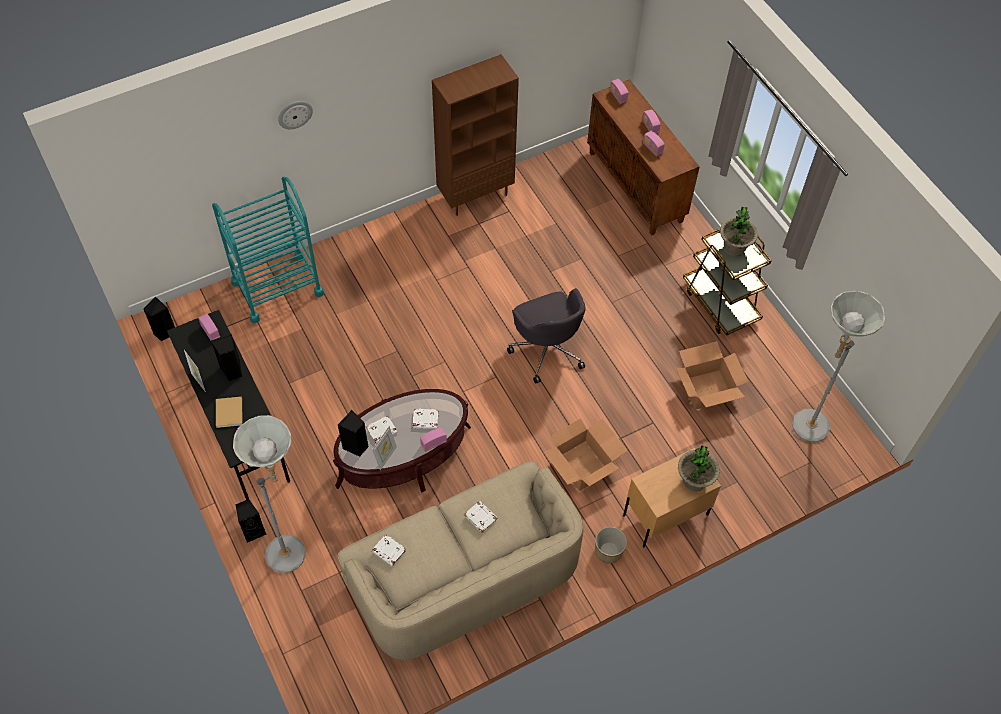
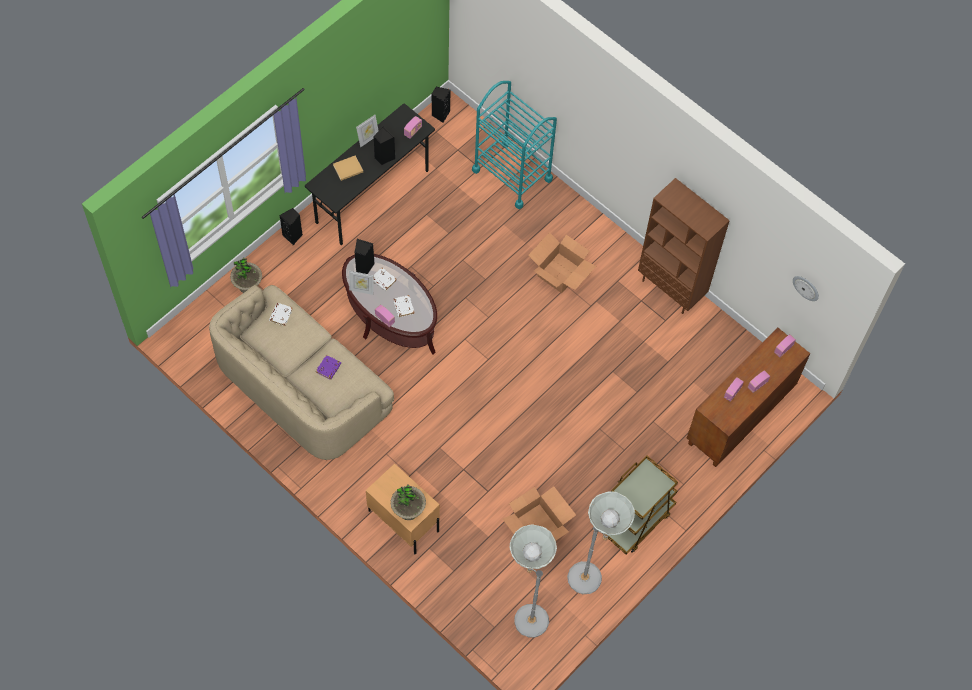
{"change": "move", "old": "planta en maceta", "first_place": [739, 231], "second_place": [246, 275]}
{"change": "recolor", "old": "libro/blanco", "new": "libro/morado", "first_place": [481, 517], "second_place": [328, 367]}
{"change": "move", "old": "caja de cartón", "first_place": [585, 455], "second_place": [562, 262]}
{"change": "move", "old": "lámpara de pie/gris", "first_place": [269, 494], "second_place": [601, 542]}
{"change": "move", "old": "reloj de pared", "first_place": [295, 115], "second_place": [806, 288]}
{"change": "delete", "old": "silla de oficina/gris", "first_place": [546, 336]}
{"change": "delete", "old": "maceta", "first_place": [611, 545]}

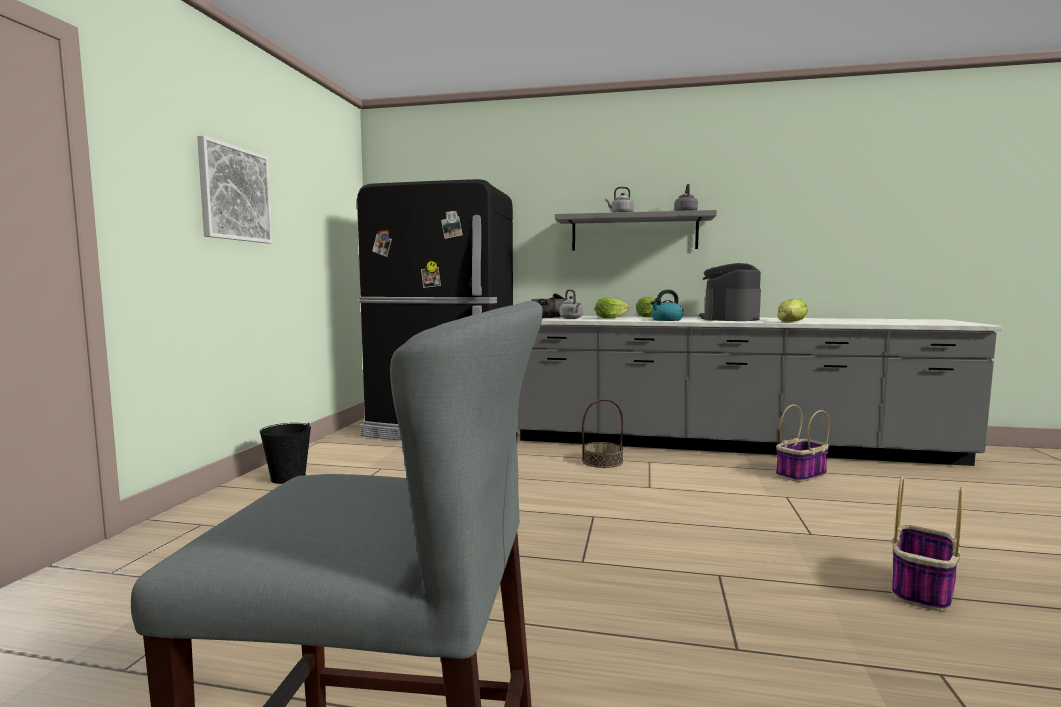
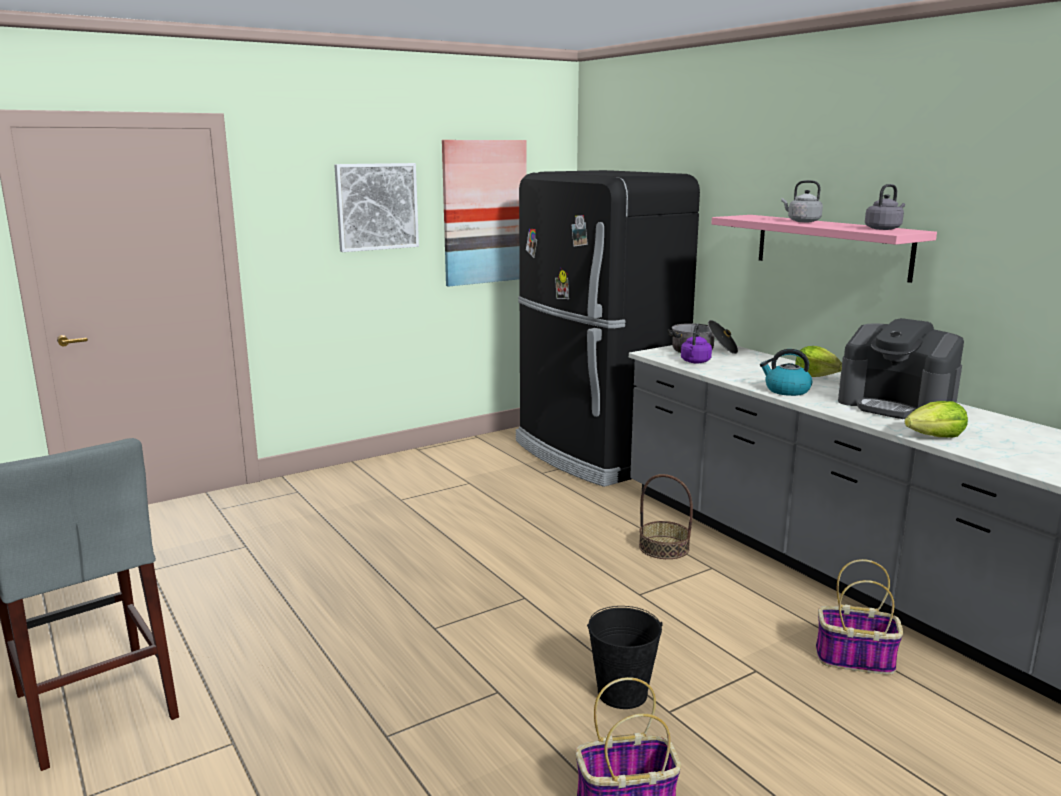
{"change": "insert", "new": "cuadro", "second_place": [484, 213]}
{"change": "move", "old": "cubo/negro", "first_place": [285, 453], "second_place": [625, 657]}
{"change": "recolor", "old": "hervidor/gris", "new": "hervidor/morado", "first_place": [571, 304], "second_place": [696, 343]}
{"change": "recolor", "old": "estante/gris", "new": "estante/rosa", "first_place": [636, 230], "second_place": [824, 249]}
{"change": "rotate", "old": "cafetera", "first_place": [730, 292], "second_place": [901, 368], "degrees": -120}
{"change": "delete", "old": "lechuga", "first_place": [612, 308]}

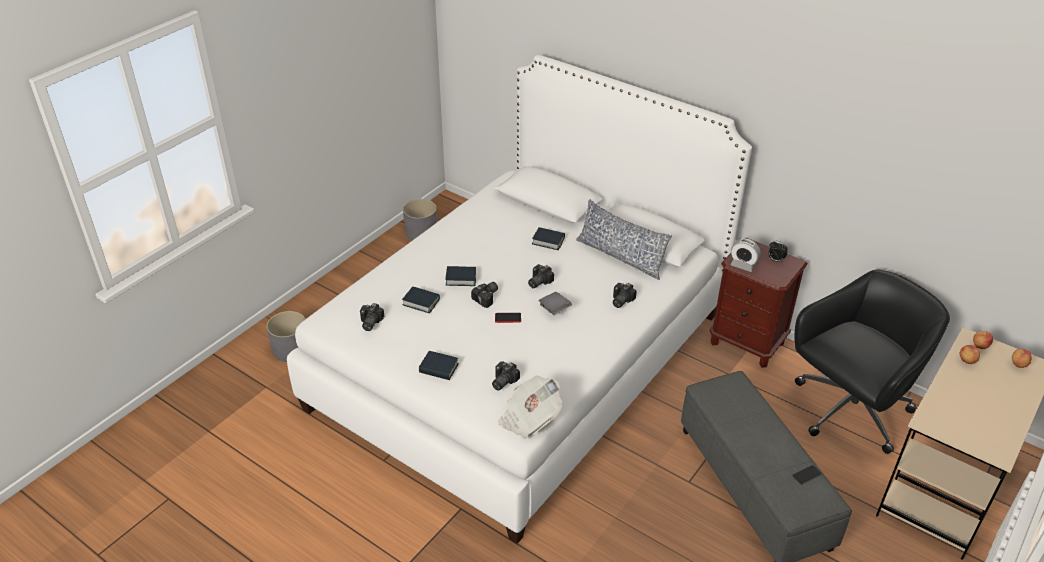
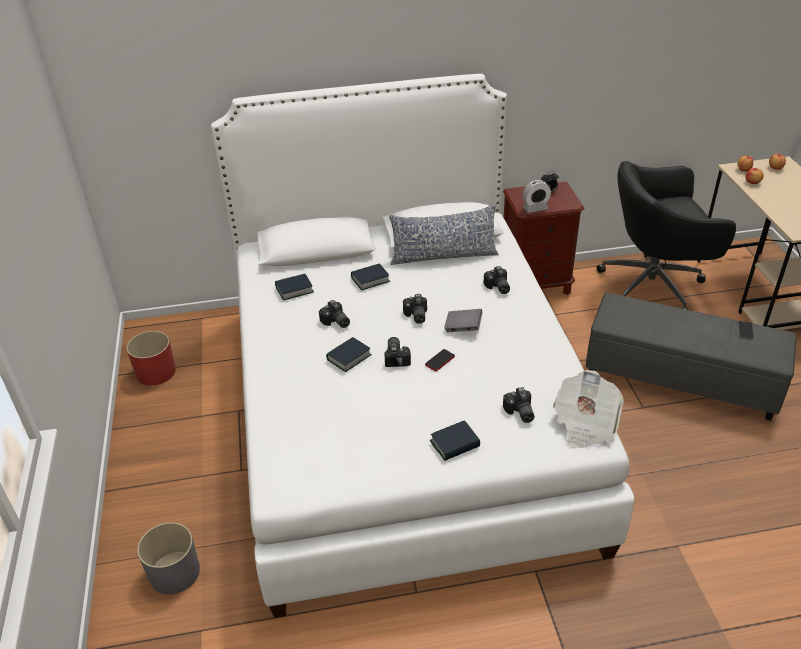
{"change": "recolor", "old": "maceta/gris", "new": "maceta/rojo", "first_place": [420, 219], "second_place": [151, 358]}
{"change": "move", "old": "libro", "first_place": [421, 299], "second_place": [294, 287]}
{"change": "move", "old": "cámara", "first_place": [372, 317], "second_place": [334, 314]}
{"change": "rotate", "old": "silla de oficina/negro", "first_place": [872, 362], "second_place": [666, 235], "degrees": -105}

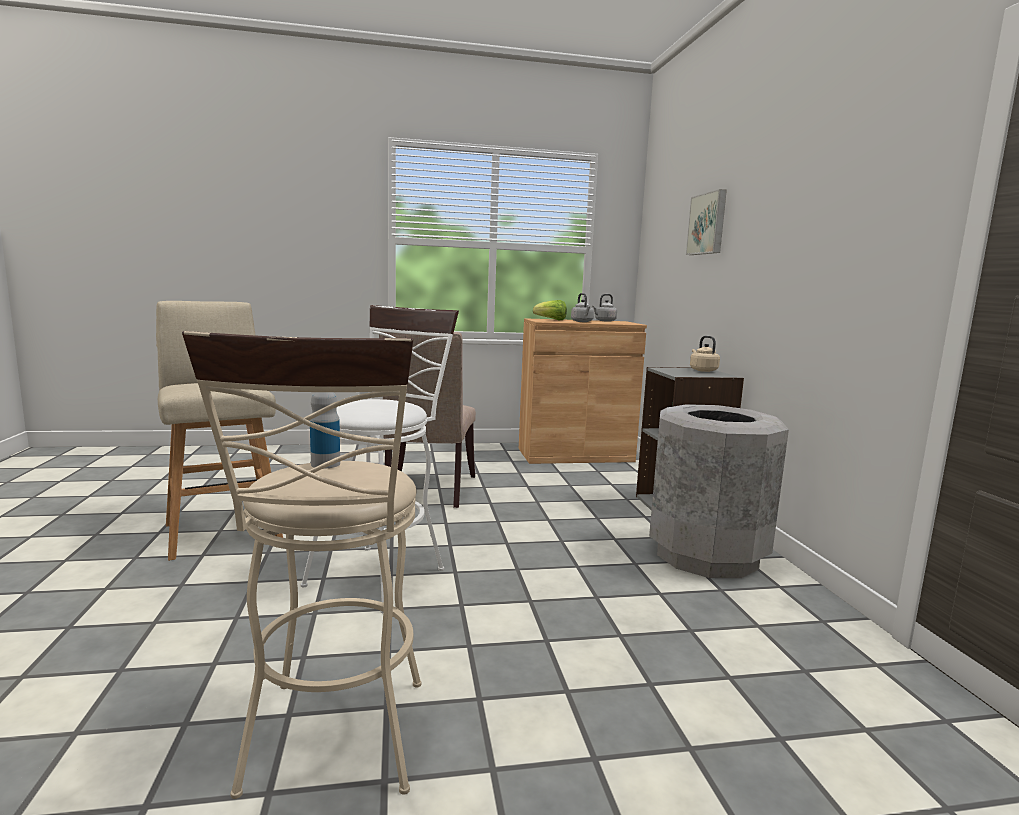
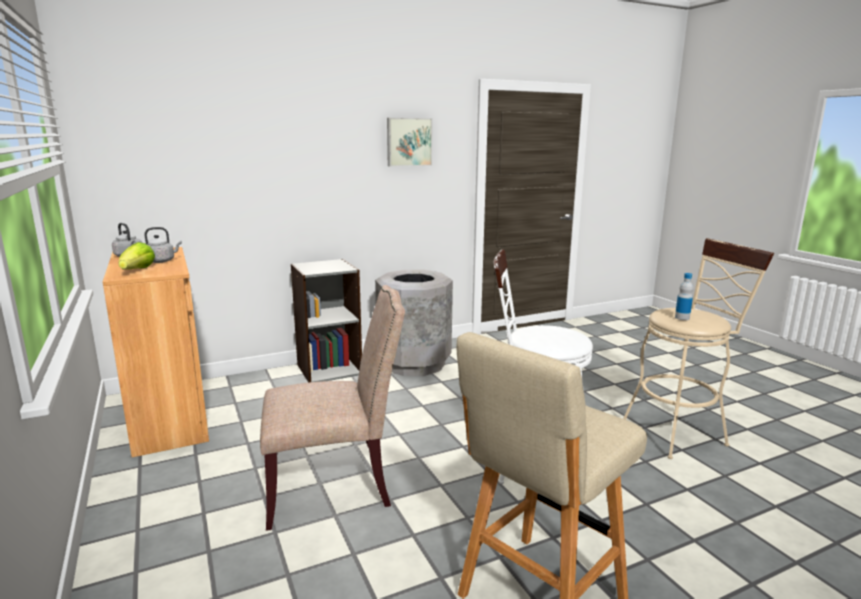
{"change": "move", "old": "cuadro", "first_place": [706, 222], "second_place": [409, 142]}
{"change": "delete", "old": "hervidor/beis", "first_place": [705, 354]}

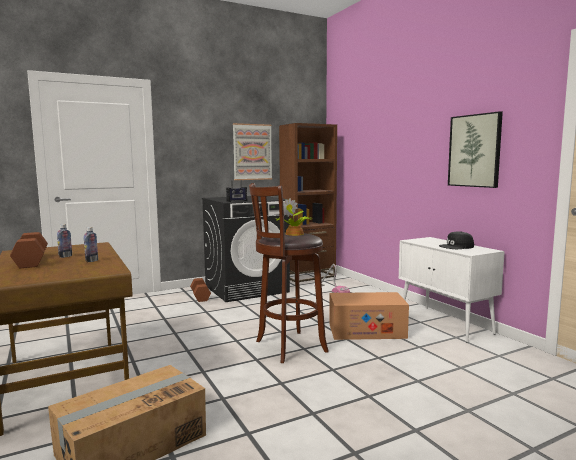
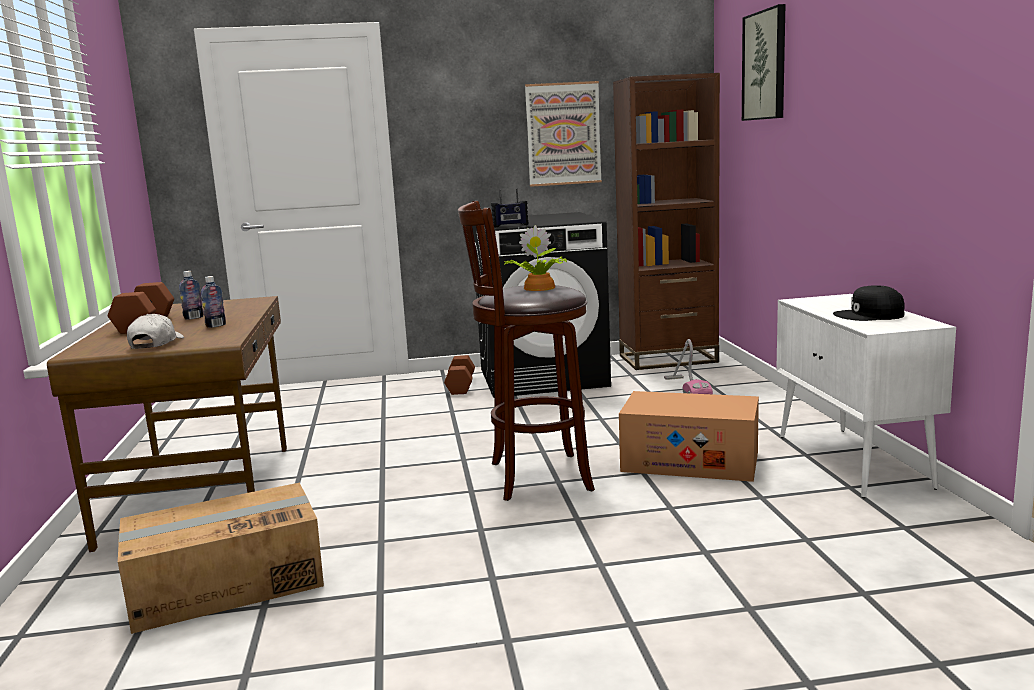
{"change": "insert", "new": "gorra/blanco", "second_place": [155, 331]}
{"change": "move", "old": "cuadro", "first_place": [475, 149], "second_place": [763, 62]}

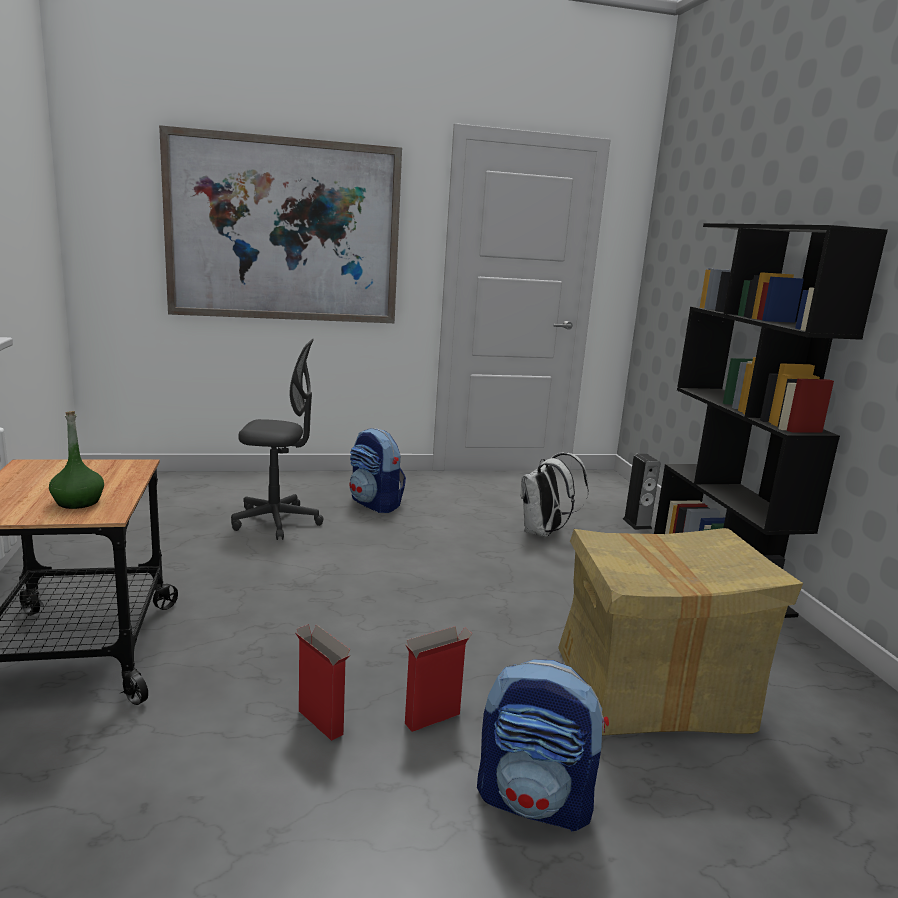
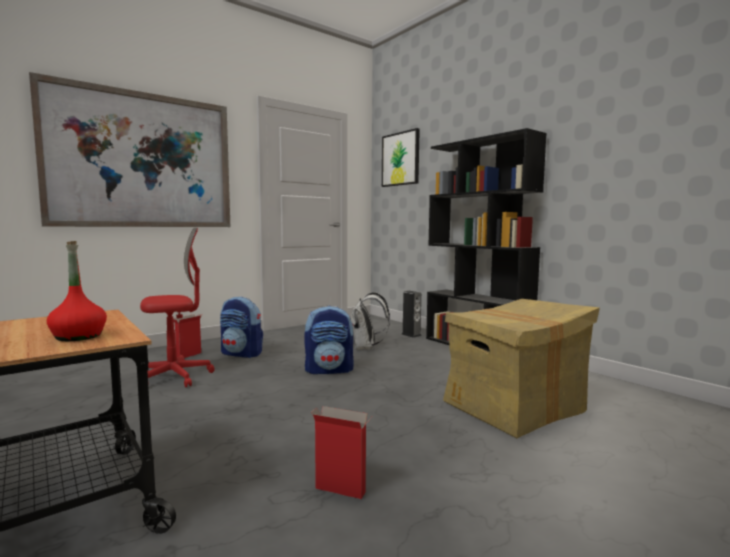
{"change": "recolor", "old": "botella/verde", "new": "botella/rojo", "first_place": [76, 460], "second_place": [77, 291]}
{"change": "recolor", "old": "silla de oficina/gris", "new": "silla de oficina/rojo", "first_place": [277, 439], "second_place": [177, 307]}
{"change": "move", "old": "caja de cartón", "first_place": [438, 679], "second_place": [187, 336]}
{"change": "move", "old": "mochila", "first_place": [543, 746], "second_place": [329, 340]}
{"change": "insert", "new": "cuadro", "second_place": [401, 157]}

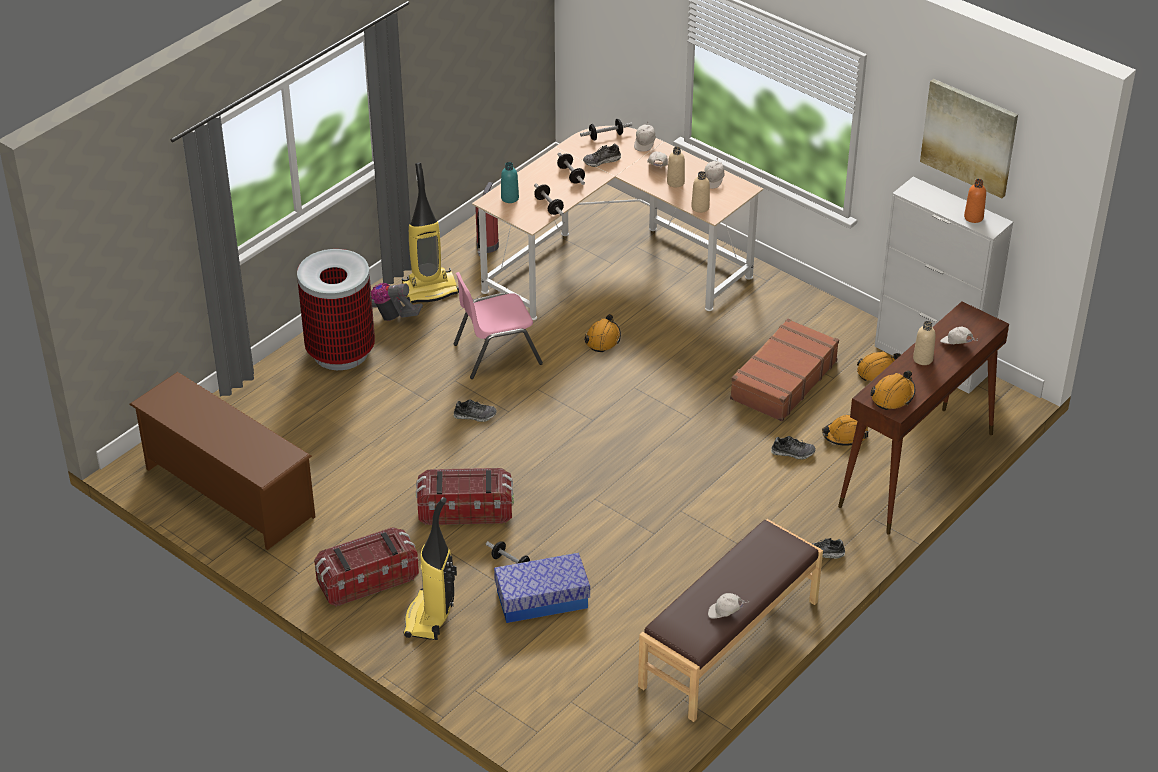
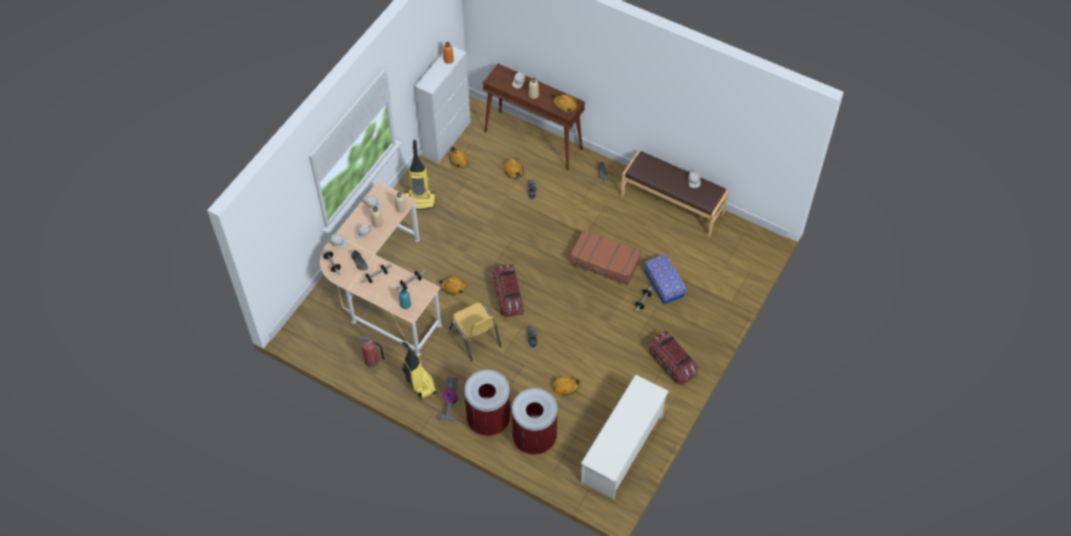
{"change": "move", "old": "aspiradora", "first_place": [430, 568], "second_place": [420, 175]}
{"change": "recolor", "old": "silla/rosa", "new": "silla/amarillo", "first_place": [498, 325], "second_place": [475, 332]}
{"change": "move", "old": "caja de almacenaje", "first_place": [465, 496], "second_place": [508, 290]}
{"change": "insert", "new": "papelera", "second_place": [534, 421]}
{"change": "insert", "new": "casco/naranja", "second_place": [566, 386]}
{"change": "move", "old": "maleta/marrón", "first_place": [784, 370], "second_place": [605, 257]}
{"change": "recolor", "old": "zapatero/marrón", "new": "zapatero/blanco", "first_place": [222, 461], "second_place": [625, 436]}
{"change": "delete", "old": "cuadro", "first_place": [969, 138]}

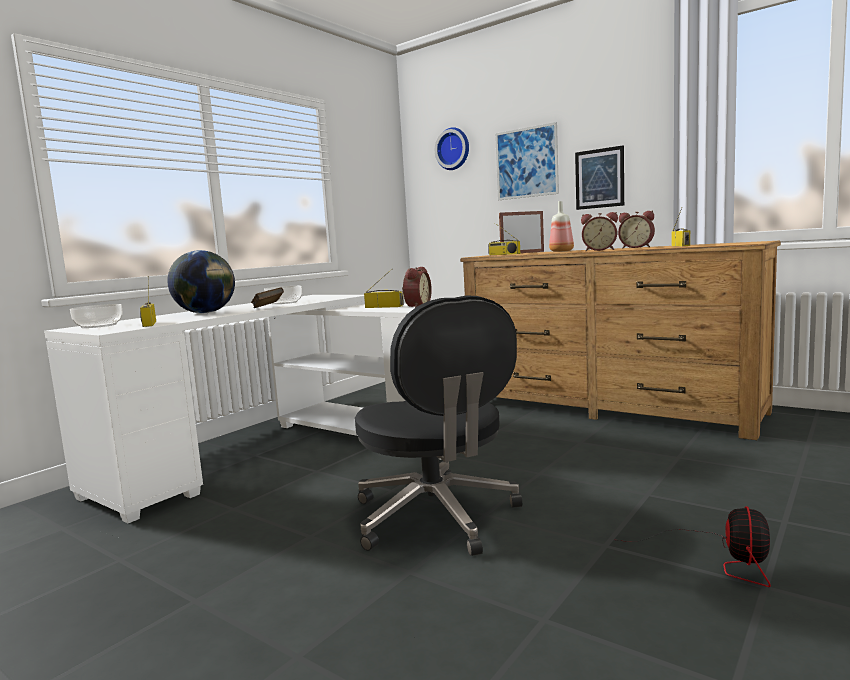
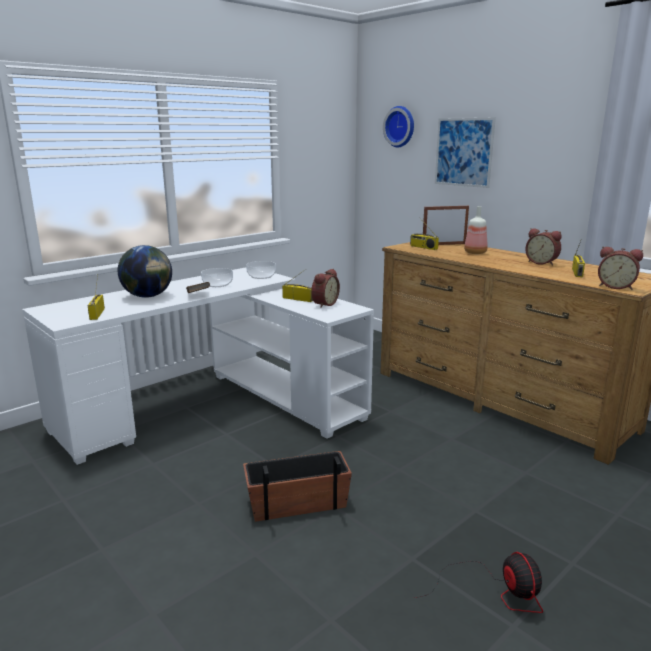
{"change": "replace", "old": "silla de oficina/negro", "new": "maceta", "first_place": [438, 425], "second_place": [297, 486]}
{"change": "move", "old": "cuenco", "first_place": [96, 316], "second_place": [261, 270]}
{"change": "rotate", "old": "ventilador", "first_place": [692, 546], "second_place": [478, 582], "degrees": -45}
{"change": "move", "old": "despertador", "first_place": [599, 231], "second_place": [620, 268]}
{"change": "delete", "old": "cuadro", "first_place": [599, 177]}

